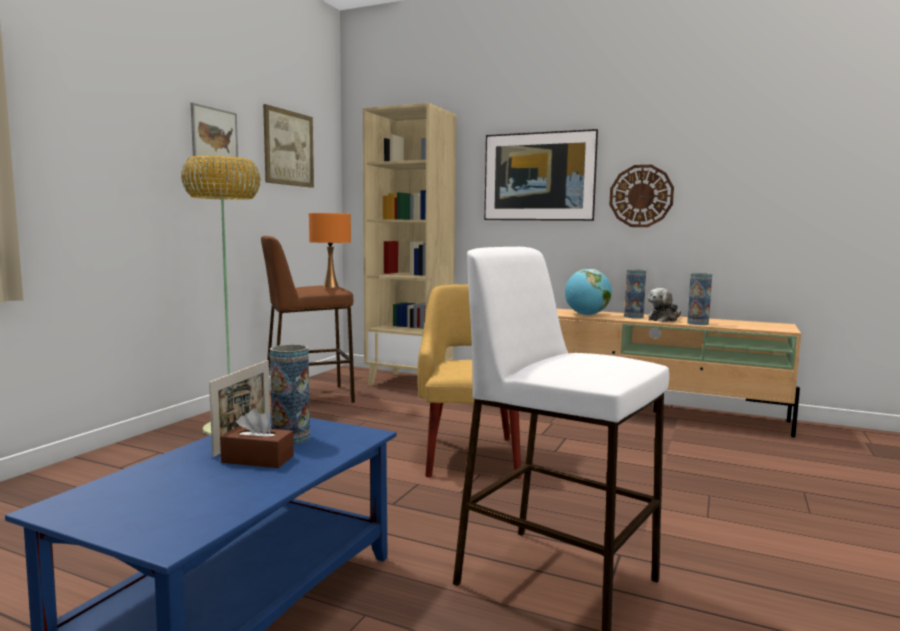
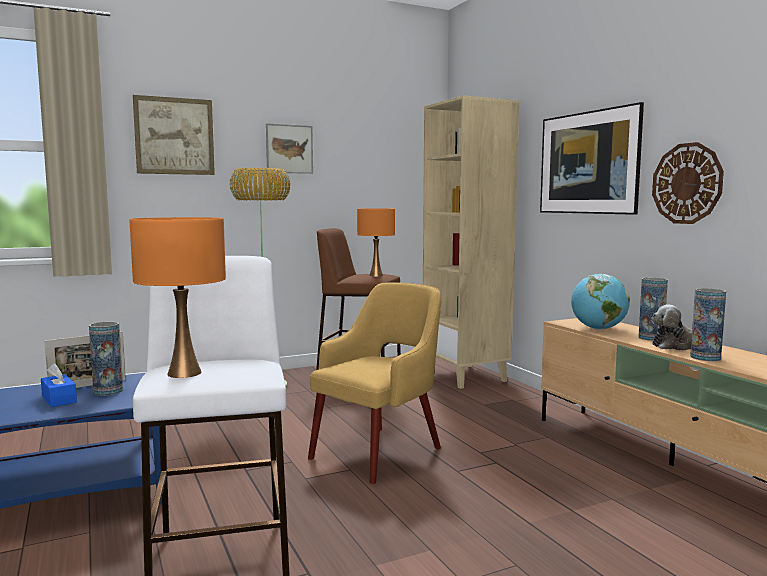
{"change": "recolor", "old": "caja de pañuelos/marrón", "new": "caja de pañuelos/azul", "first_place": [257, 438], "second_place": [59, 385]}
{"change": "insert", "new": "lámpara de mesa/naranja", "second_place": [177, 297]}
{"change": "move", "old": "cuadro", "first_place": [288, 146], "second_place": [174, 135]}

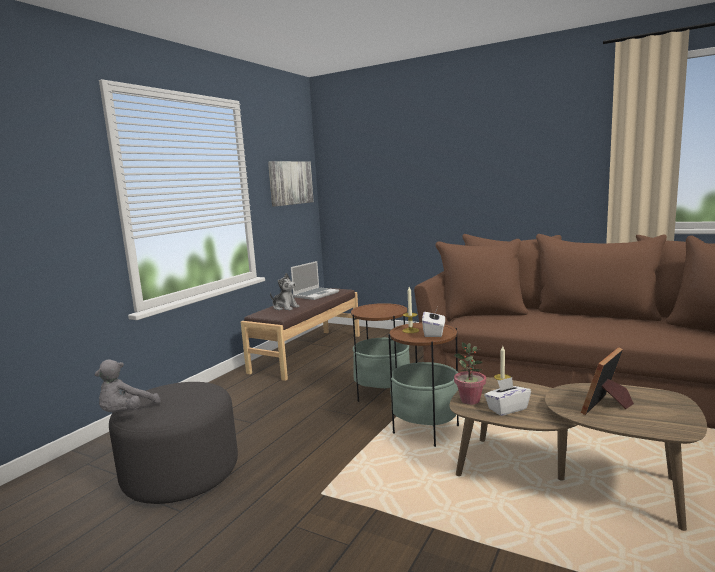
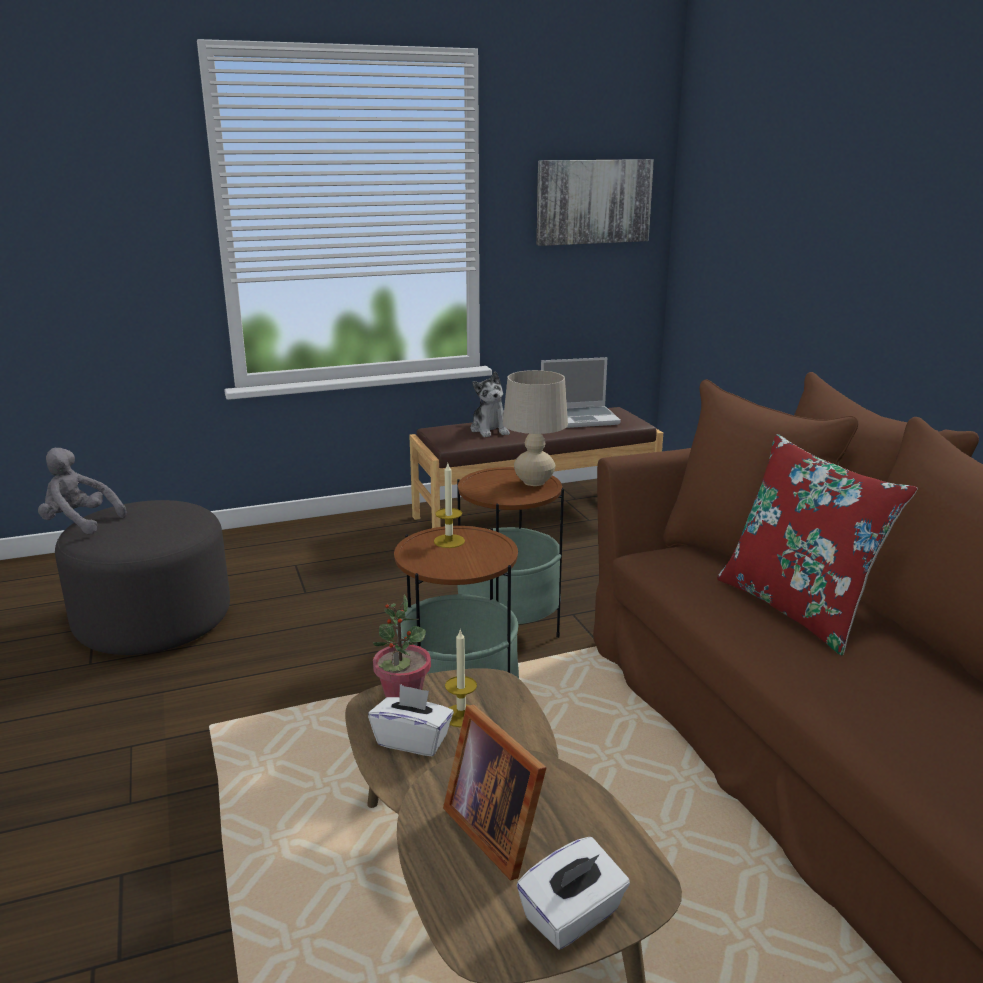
{"change": "rotate", "old": "peluche/gris", "first_place": [127, 385], "second_place": [82, 491], "degrees": 45}
{"change": "rotate", "old": "portarretratos", "first_place": [607, 381], "second_place": [494, 792], "degrees": -120}
{"change": "insert", "new": "lámpara de mesa/beis", "second_place": [535, 428]}
{"change": "move", "old": "caja de pañuelos/blanco", "first_place": [433, 322], "second_place": [573, 893]}
{"change": "insert", "new": "cojín/rojo", "second_place": [817, 545]}

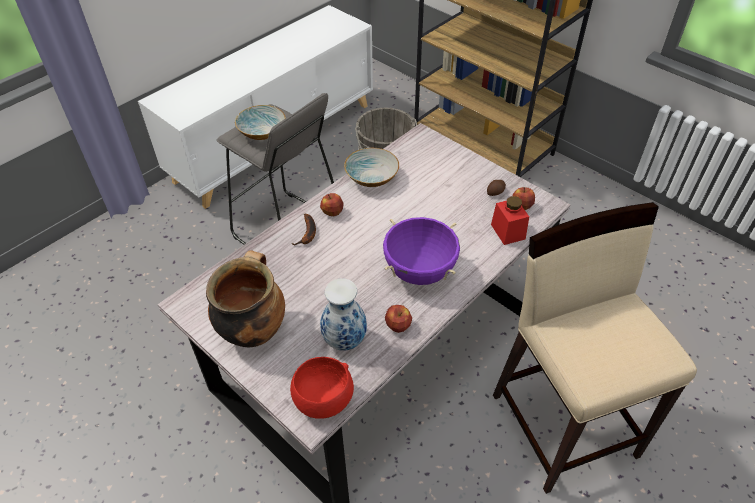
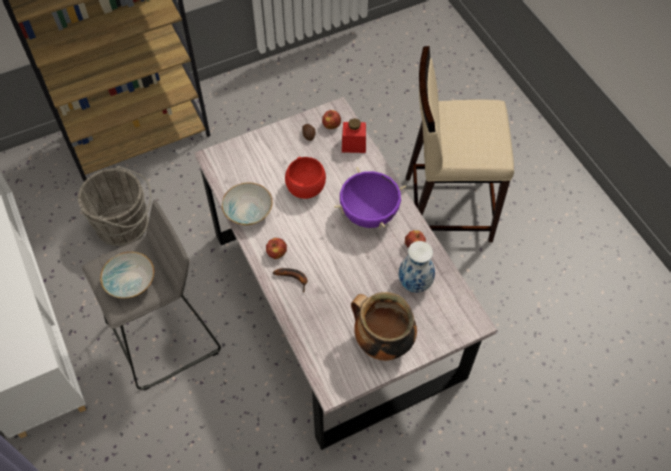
{"change": "move", "old": "cuenco/rojo", "first_place": [322, 388], "second_place": [305, 178]}

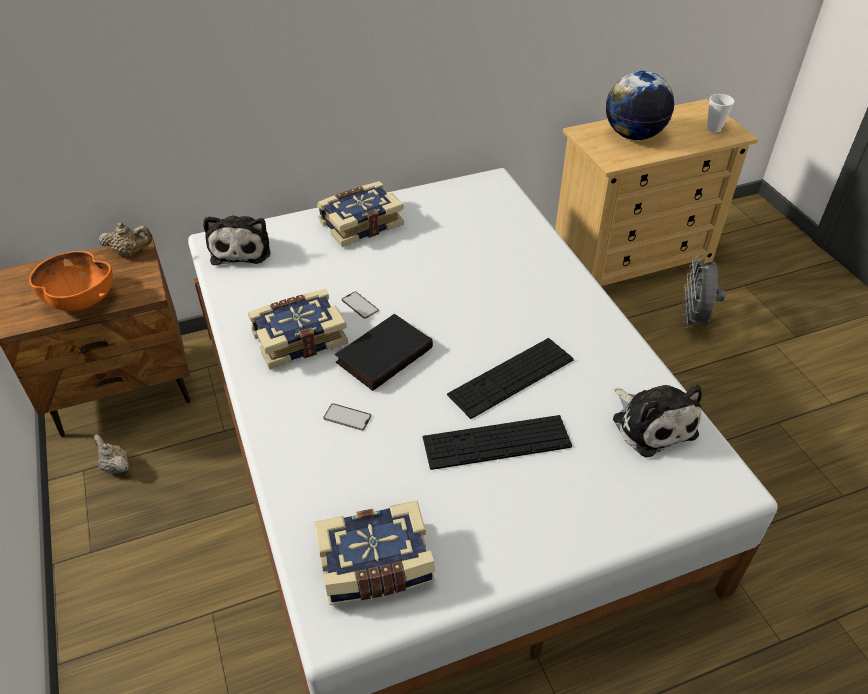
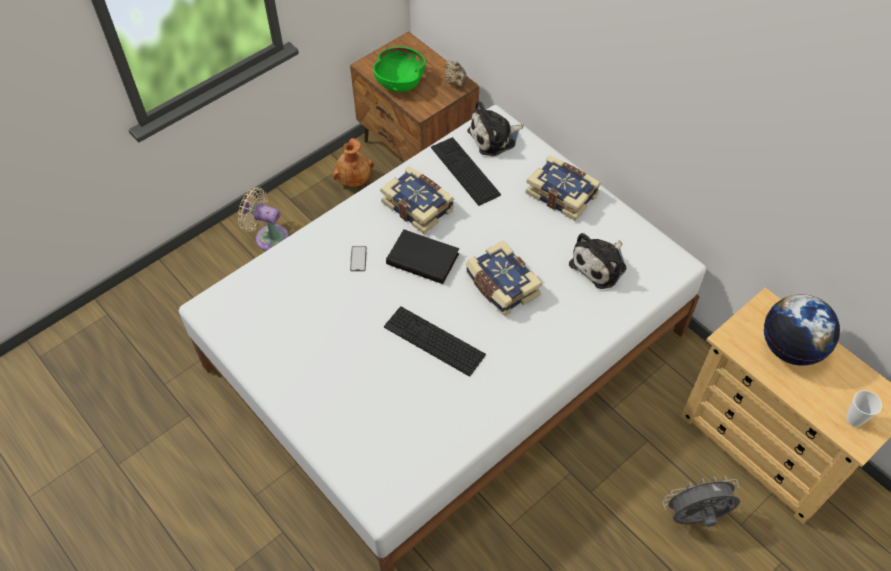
{"change": "insert", "new": "ventilador/beis", "second_place": [263, 219]}
{"change": "replace", "old": "tetera/beis", "new": "florero/marrón", "first_place": [111, 454], "second_place": [353, 162]}
{"change": "recolor", "old": "cuenco/naranja", "new": "cuenco/verde", "first_place": [71, 281], "second_place": [399, 69]}
{"change": "move", "old": "teclado", "first_place": [497, 442], "second_place": [466, 171]}
{"change": "move", "old": "libro", "first_place": [375, 553], "second_place": [504, 278]}
{"change": "move", "old": "peluche", "first_place": [657, 421], "second_place": [598, 261]}
{"change": "delete", "old": "móvil", "first_place": [360, 305]}

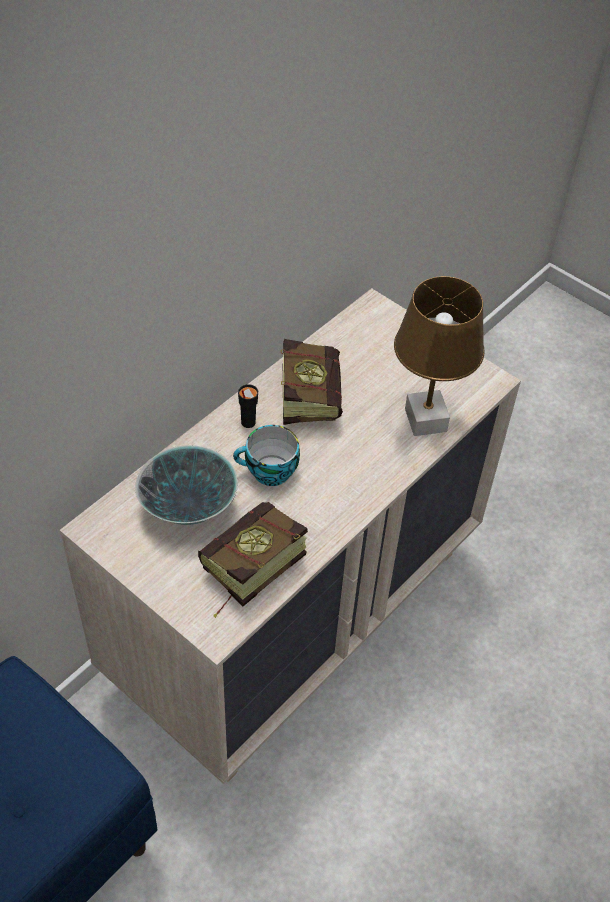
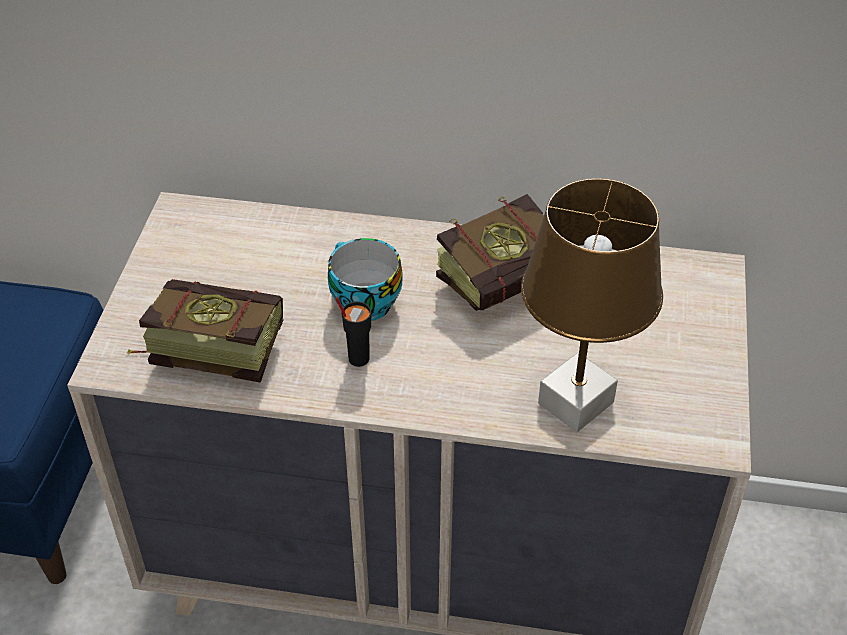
{"change": "move", "old": "taza/negro", "first_place": [248, 406], "second_place": [353, 332]}
{"change": "delete", "old": "cuenco", "first_place": [186, 485]}

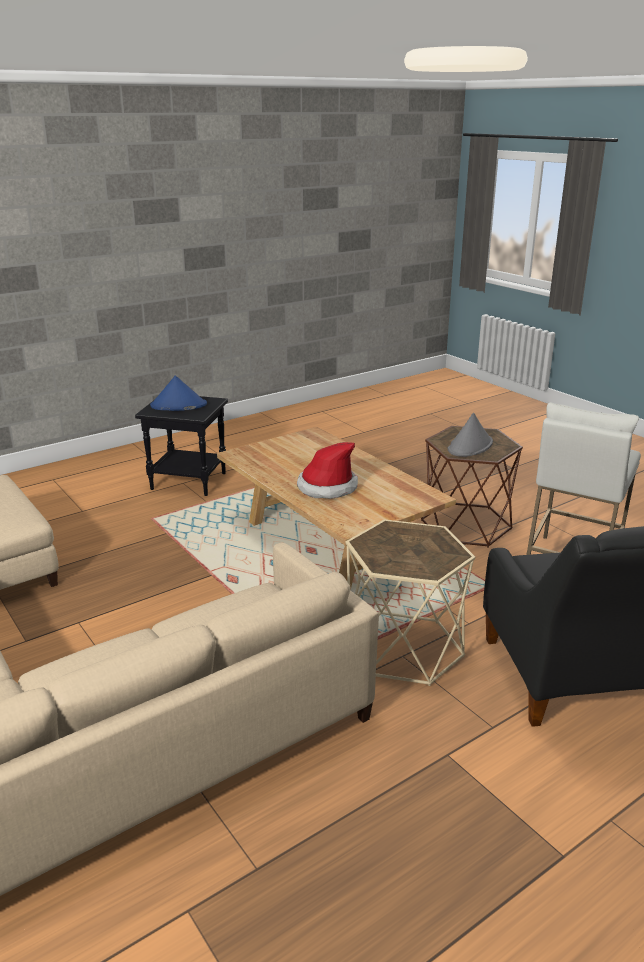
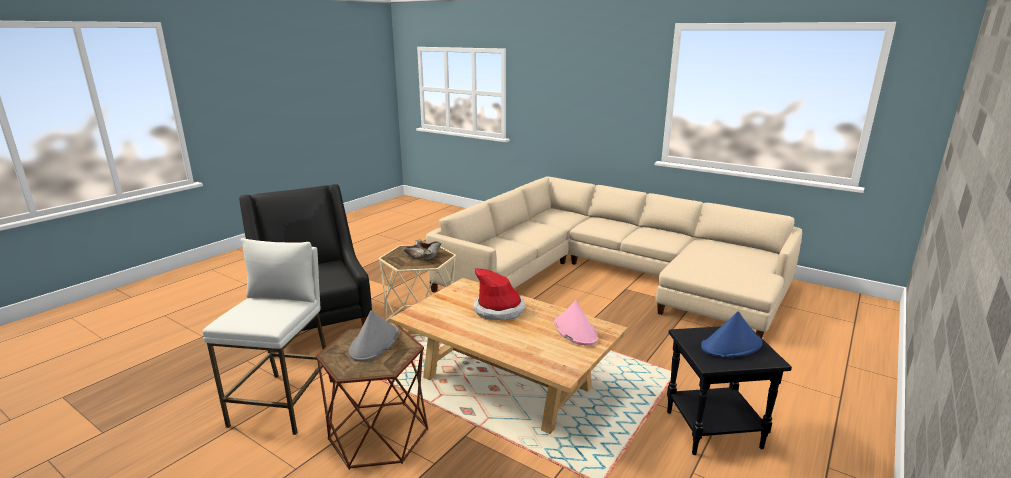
{"change": "insert", "new": "cuenco/beis", "second_place": [422, 249]}
{"change": "insert", "new": "sombrero/rosa", "second_place": [576, 323]}

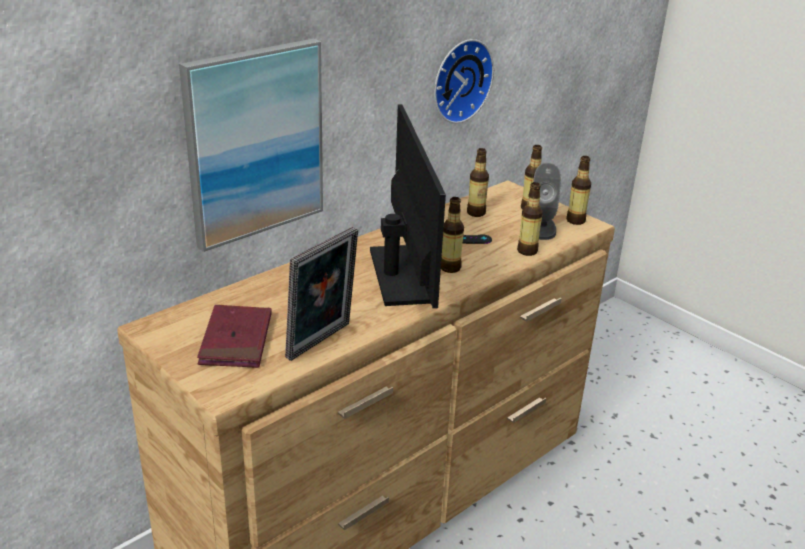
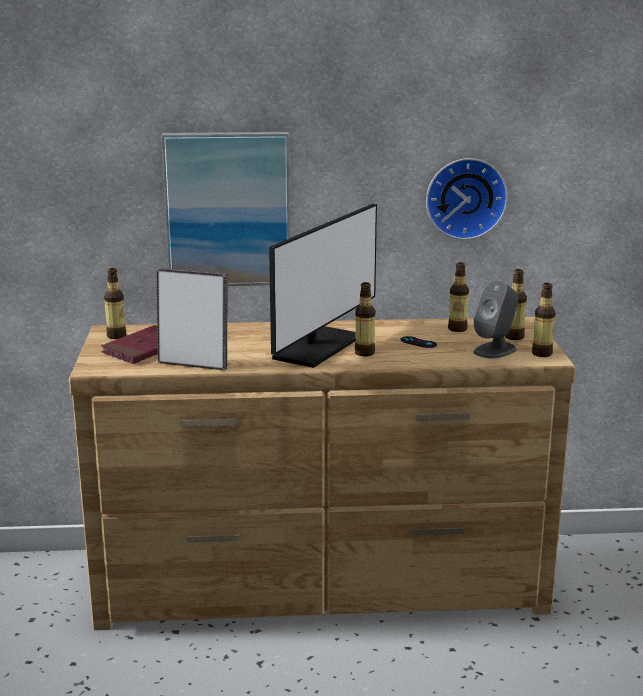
{"change": "move", "old": "botella", "first_place": [530, 219], "second_place": [115, 303]}
{"change": "rotate", "old": "portarretratos", "first_place": [321, 294], "second_place": [192, 319], "degrees": -150}

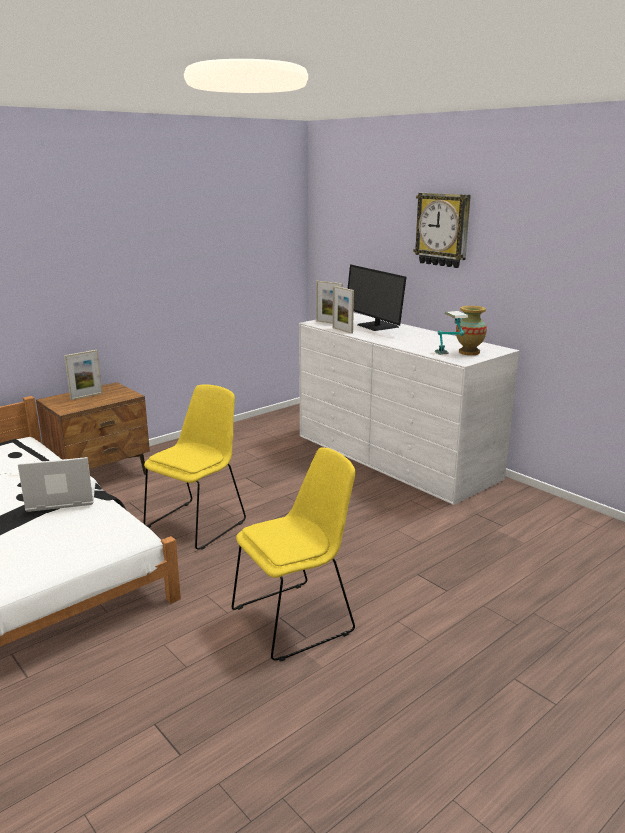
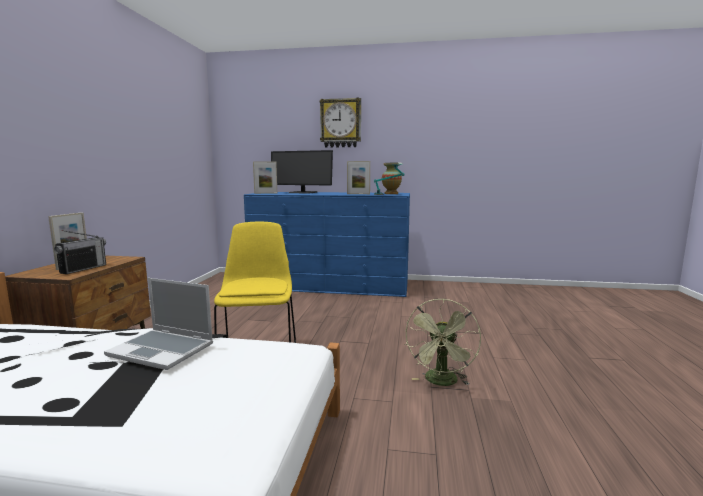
{"change": "insert", "new": "radio", "second_place": [80, 252]}
{"change": "rotate", "old": "portátil", "first_place": [57, 484], "second_place": [158, 324], "degrees": -105}
{"change": "recolor", "old": "cómoda/blanco", "new": "cómoda/azul", "first_place": [409, 409], "second_place": [327, 244]}
{"change": "move", "old": "portarretratos", "first_place": [343, 310], "second_place": [358, 177]}
{"change": "replace", "old": "silla/amarillo", "new": "ventilador/verde", "first_place": [294, 554], "second_place": [443, 342]}

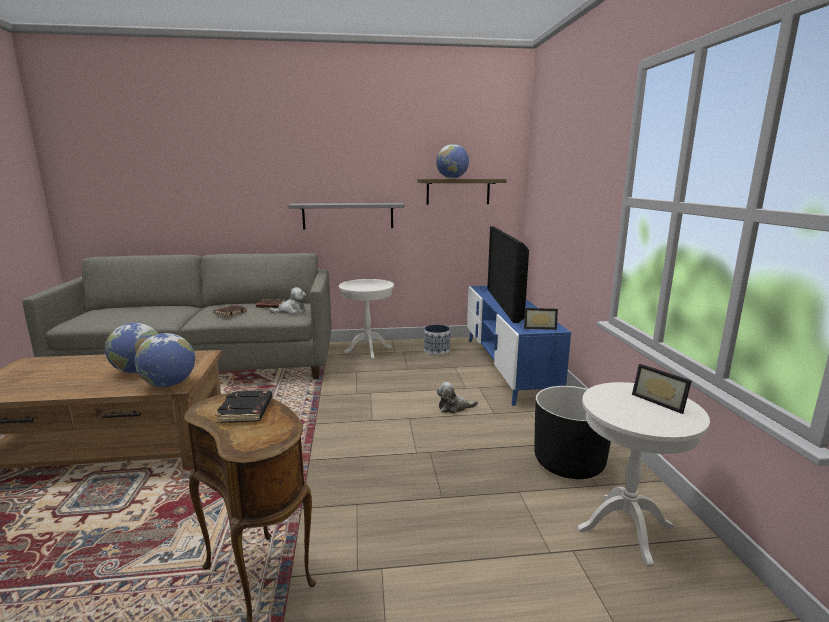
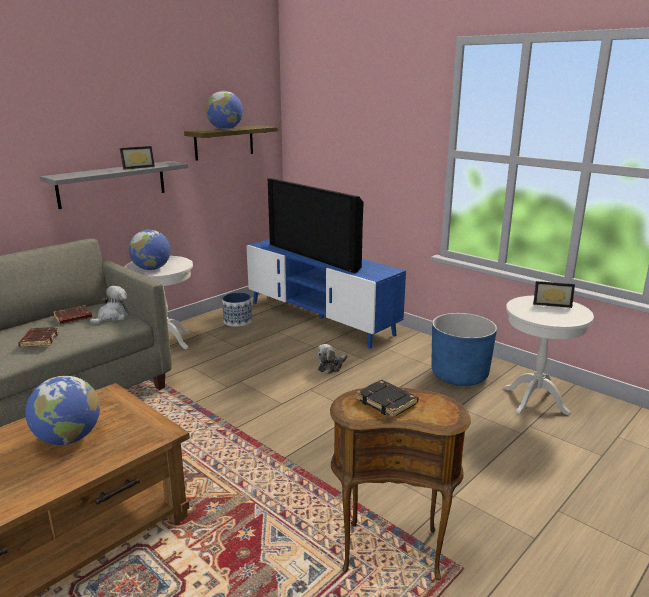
{"change": "move", "old": "portarretratos", "first_place": [541, 319], "second_place": [137, 157]}
{"change": "move", "old": "globo terráqueo", "first_place": [165, 360], "second_place": [150, 250]}
{"change": "recolor", "old": "maceta/negro", "new": "maceta/azul", "first_place": [572, 432], "second_place": [464, 349]}

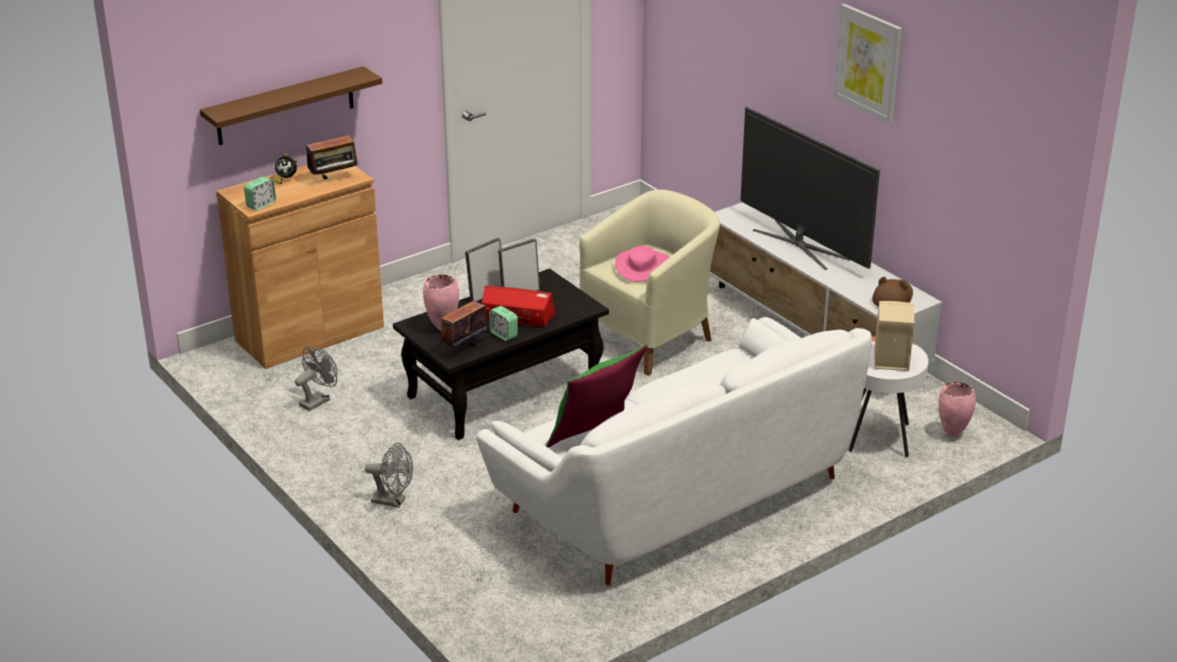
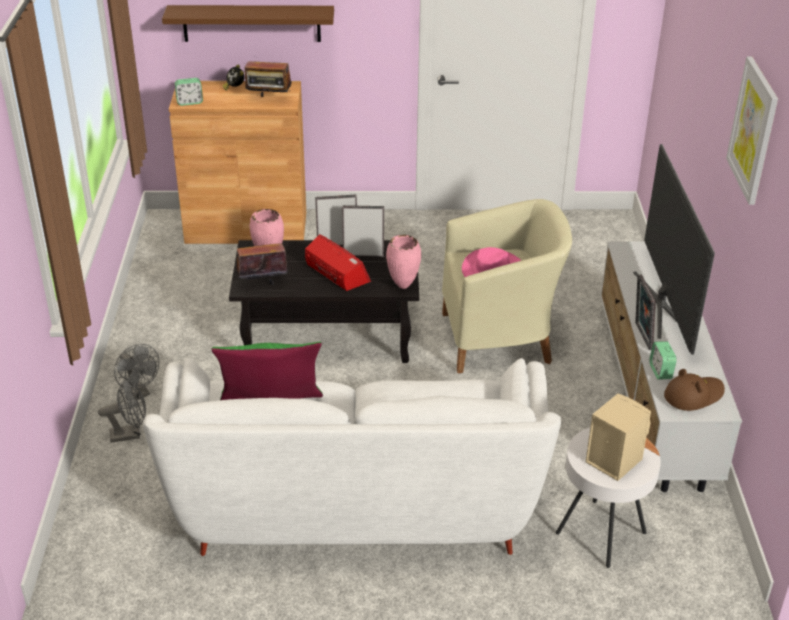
{"change": "move", "old": "ventilador/gris", "first_place": [316, 378], "second_place": [122, 411]}
{"change": "move", "old": "florero/rosa", "first_place": [957, 409], "second_place": [403, 262]}
{"change": "insert", "new": "portarretratos", "second_place": [645, 312]}
{"change": "move", "old": "despertador", "first_place": [503, 323], "second_place": [663, 360]}

